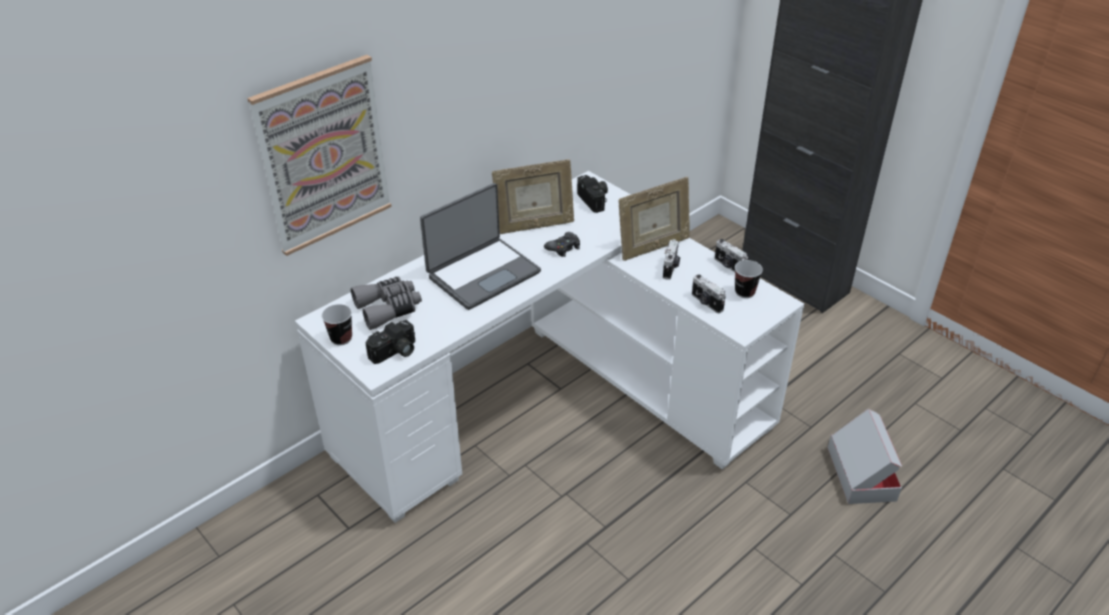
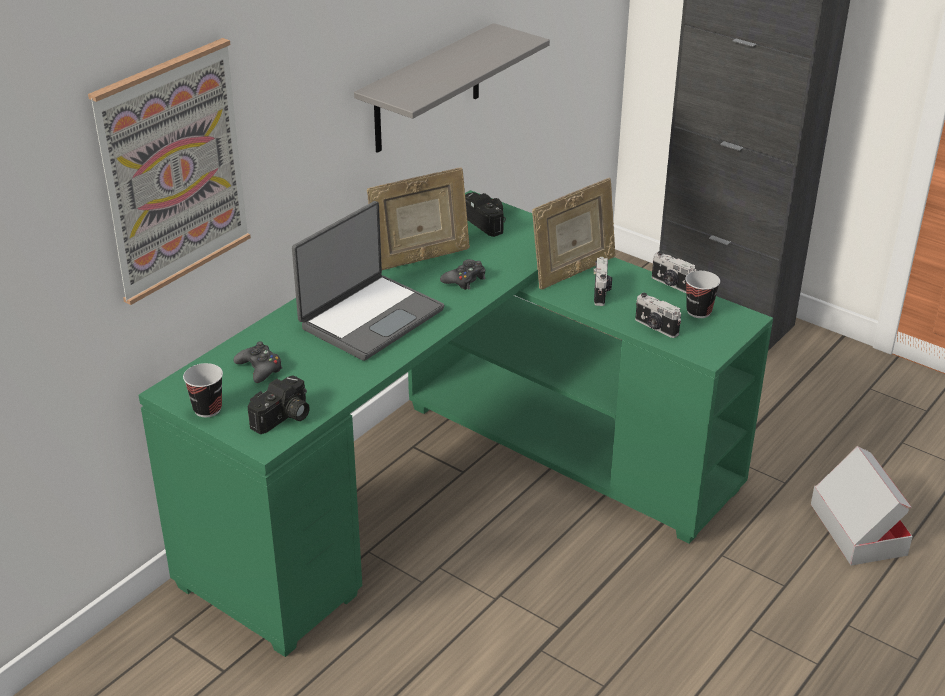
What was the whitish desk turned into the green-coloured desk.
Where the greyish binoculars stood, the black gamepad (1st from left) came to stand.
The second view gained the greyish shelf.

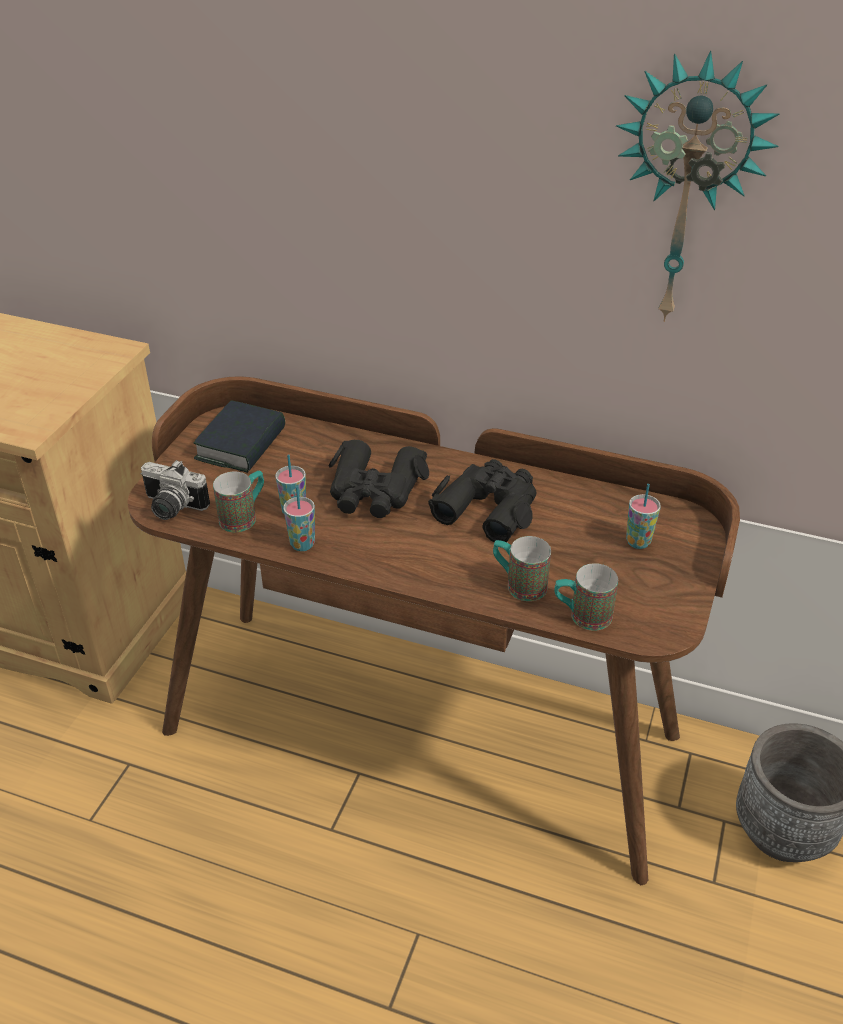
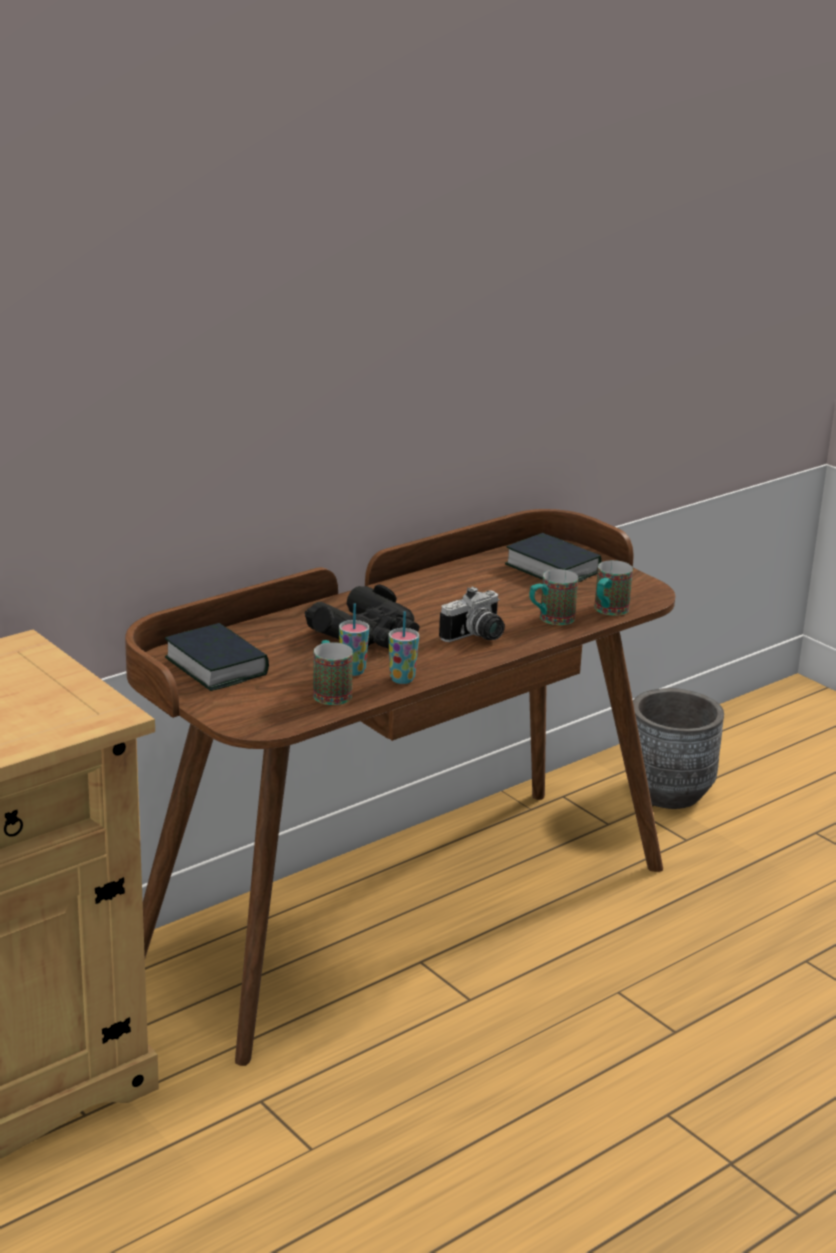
The second view lost the clock on the wall.
The second view lost the black binoculars (2nd from left).
The still camera ended up elsewhere.
Where the small cup (3rd from left) stood, the volume (2nd from left) came to stand.

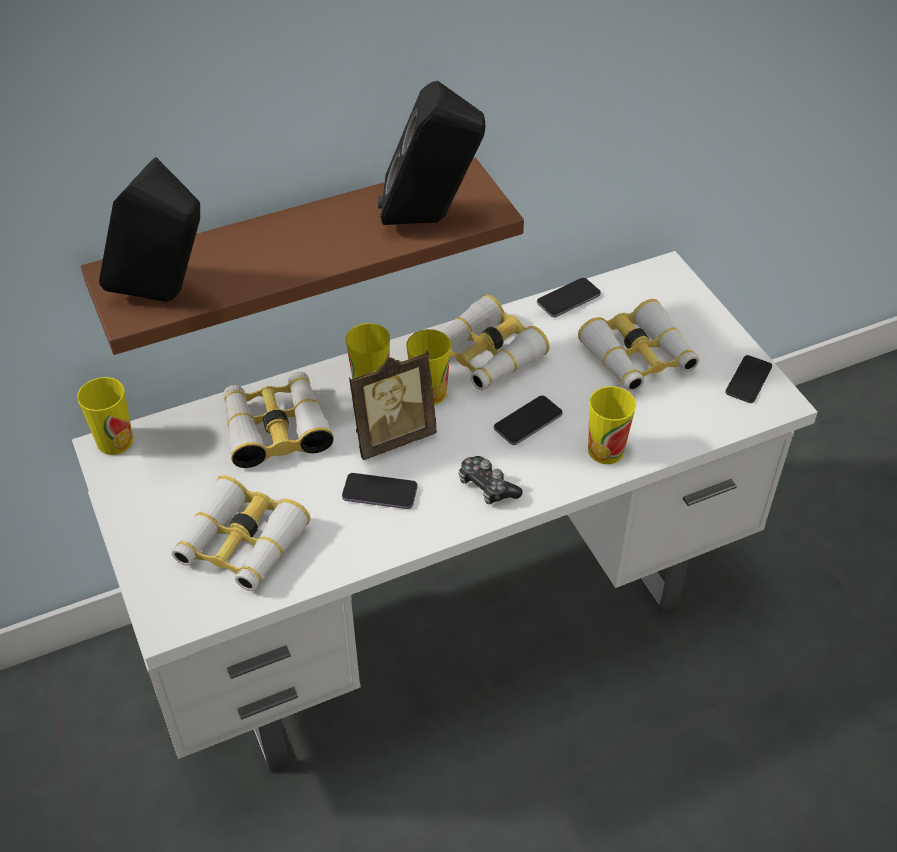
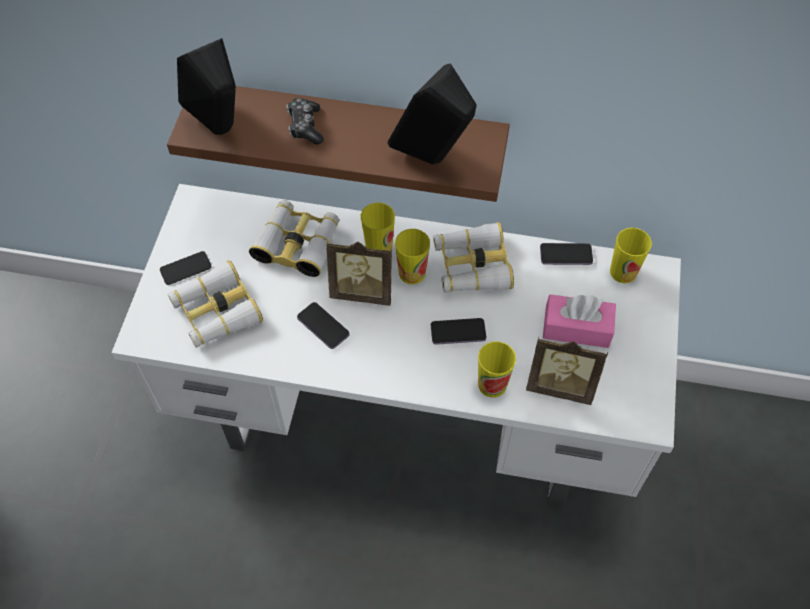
Where the binoculars (4th from left) stood, the pinkish tissue box came to stand.
The telephone (4th from left in the first image) ended up elsewhere.
The small cup (1st from left in the first image) ended up elsewhere.
The gamepad ended up elsewhere.
The second view gained the standing frame (2nd from left).

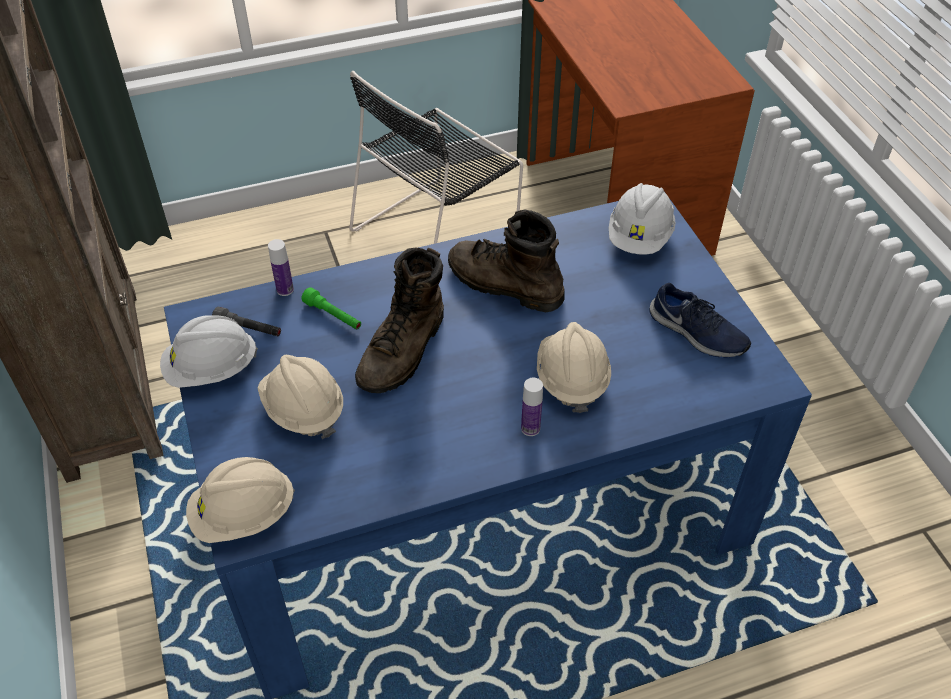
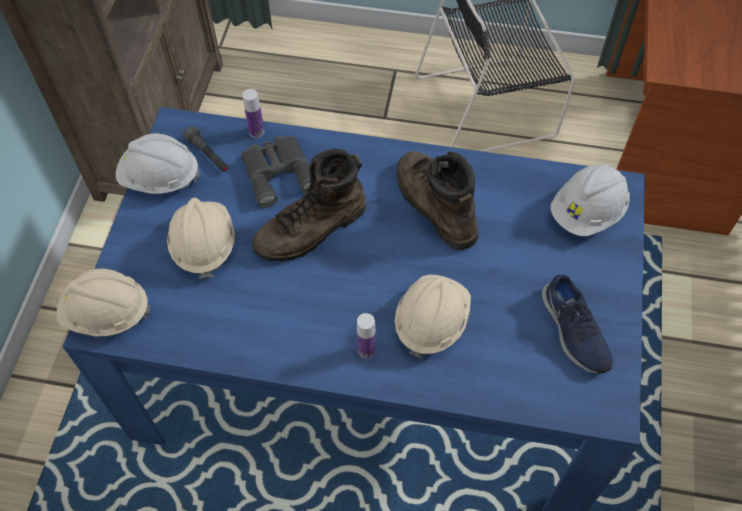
Where the green-coloured torch stood, the greyish binoculars came to stand.

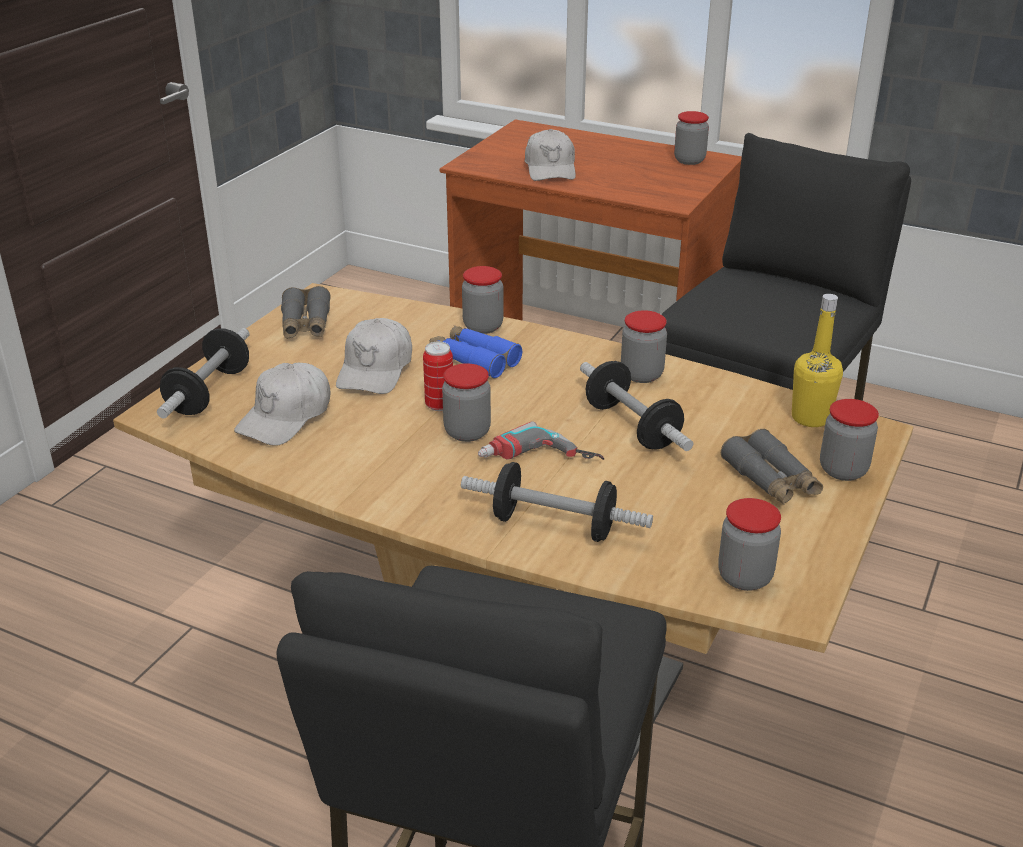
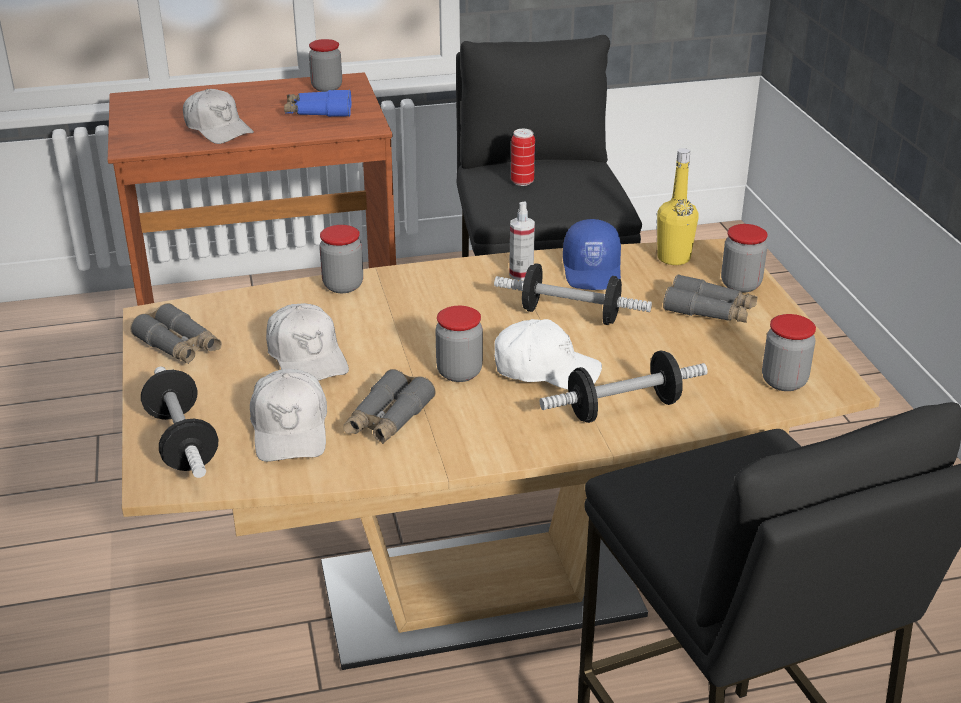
Where the preserve jar (3rd from left) stood, the hand sprayer came to stand.
The bluish binoculars ended up elsewhere.
The can ended up elsewhere.
Where the power drill stood, the whitish peaked cap (4th from left) came to stand.
The second view gained the bluish peaked cap.
The second view gained the greyish binoculars (2nd from left).

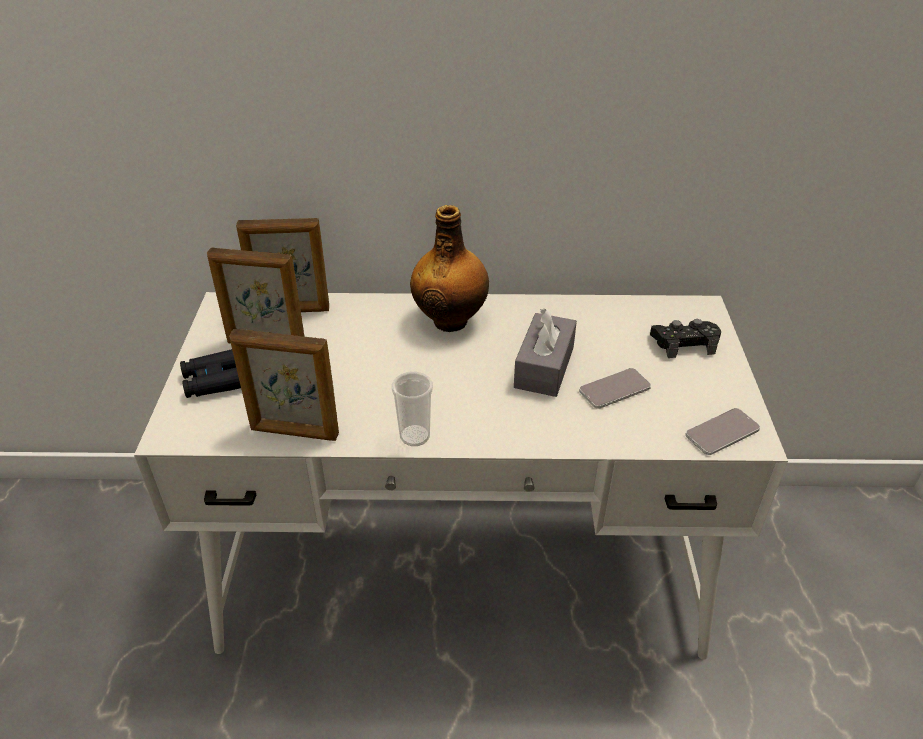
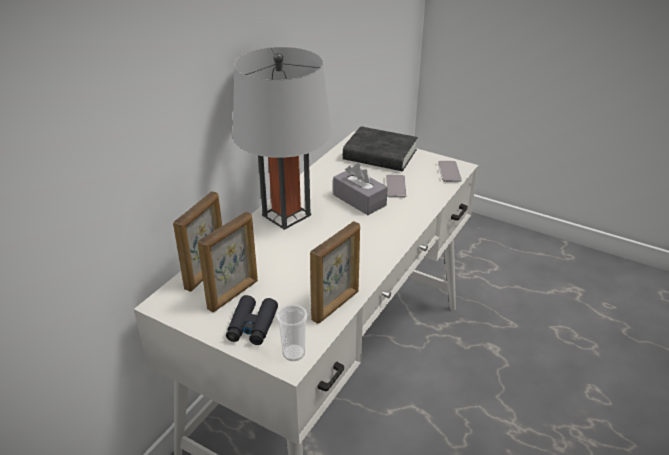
Where the beverage bottle stood, the greyish lamp for a table came to stand.
Where the black gamepad stood, the black volume came to stand.
The small cup ended up elsewhere.

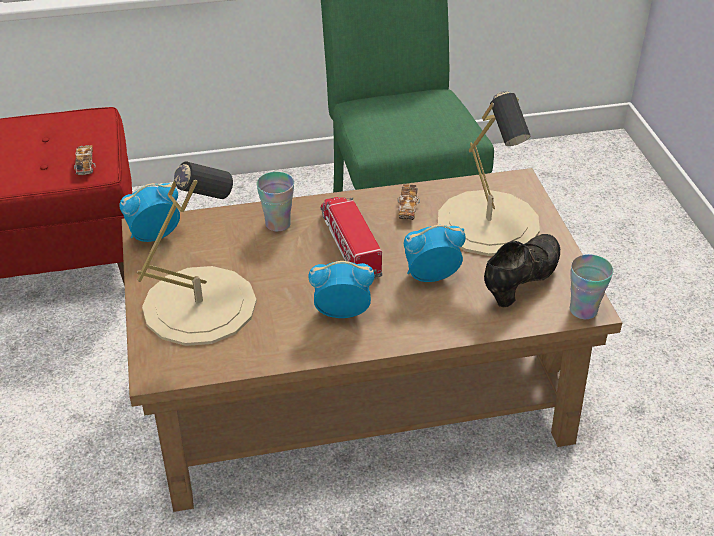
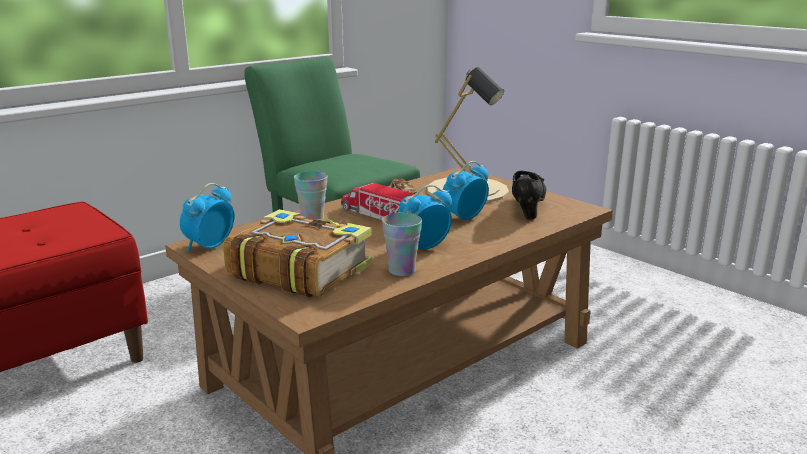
The second view lost the model car (1st from left).
Where the beige-coloured lamp for a table (1st from left) stood, the volume came to stand.
The small cup (2nd from left) ended up elsewhere.

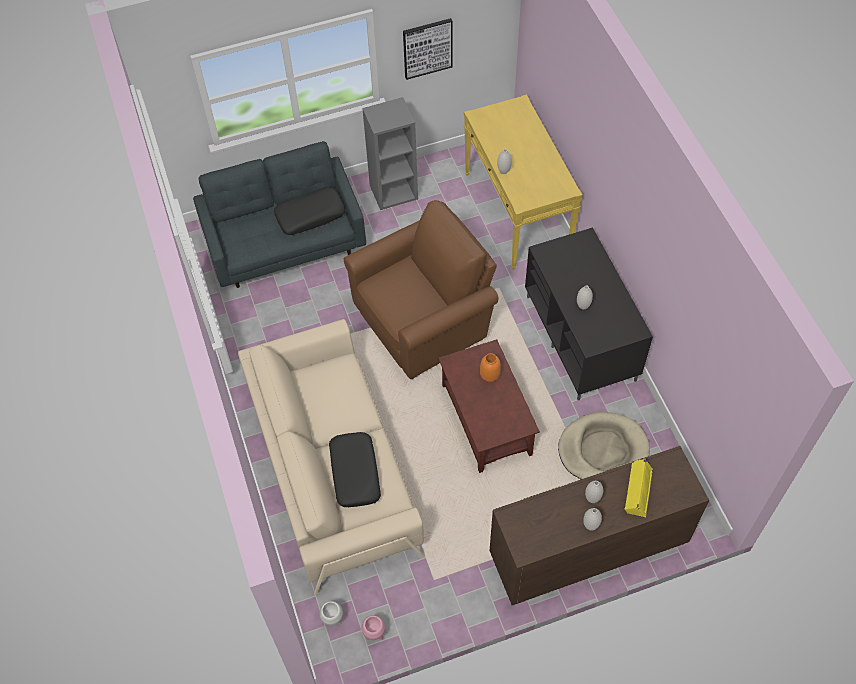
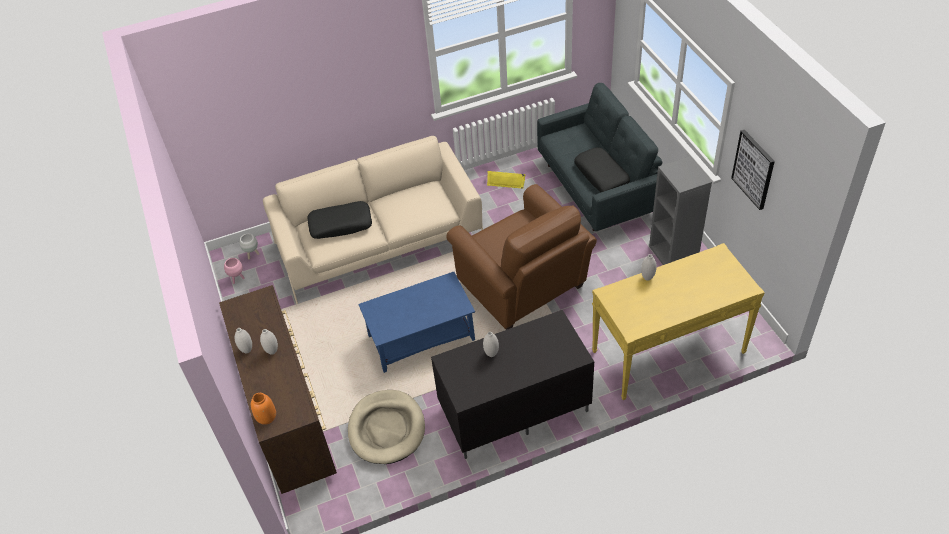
What was the brown-coloured low table turned into the bluish low table.
The orange decorative vase ended up elsewhere.
The yellowish loudspeaker ended up elsewhere.

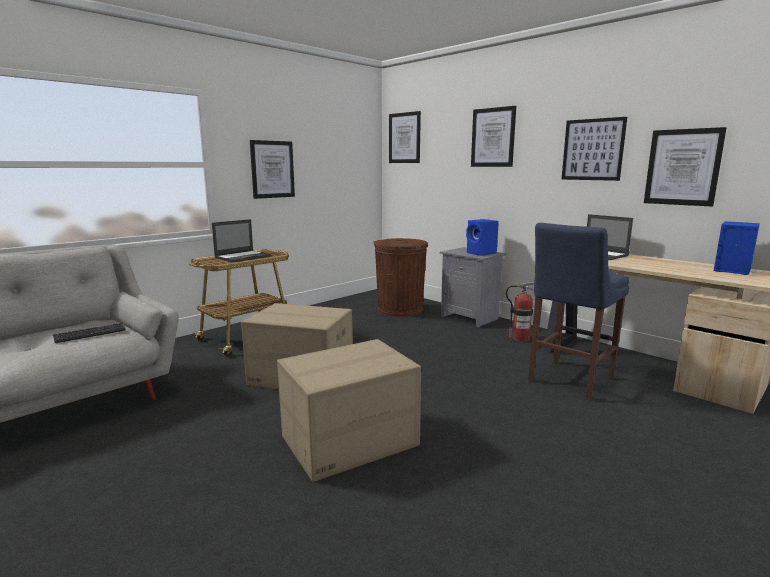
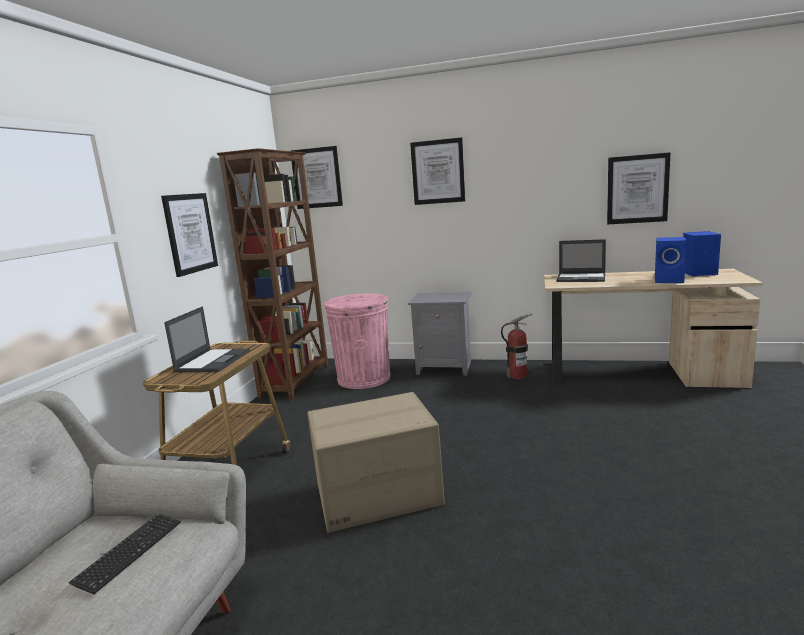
The second view lost the picture (4th from left).
The bluish loudspeaker (1st from left) ended up elsewhere.
The second view lost the bluish stool seat.
What was the brown-coloured rubbish bin turned into the pinkish rubbish bin.
The second view lost the carton (2nd from left).
The second view gained the brown-coloured bookcase.

